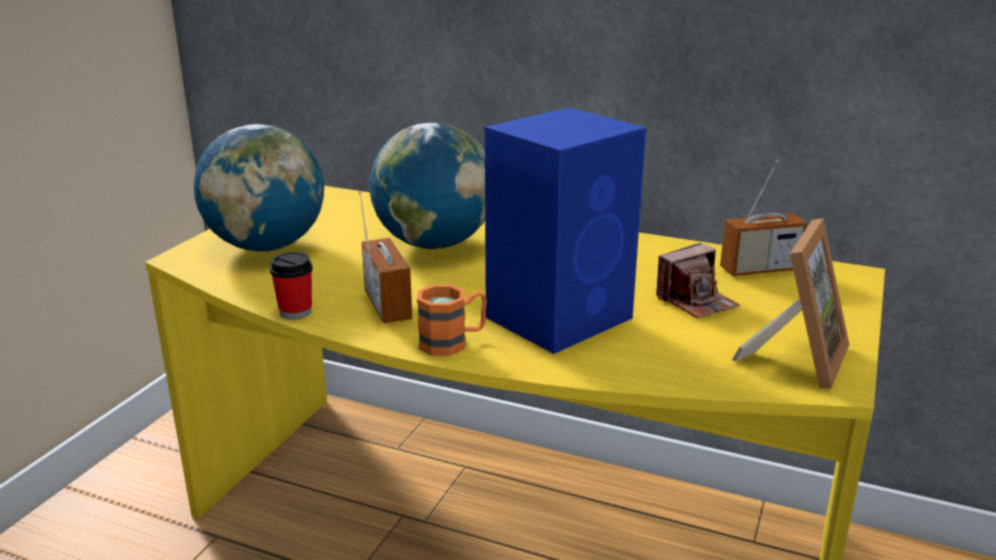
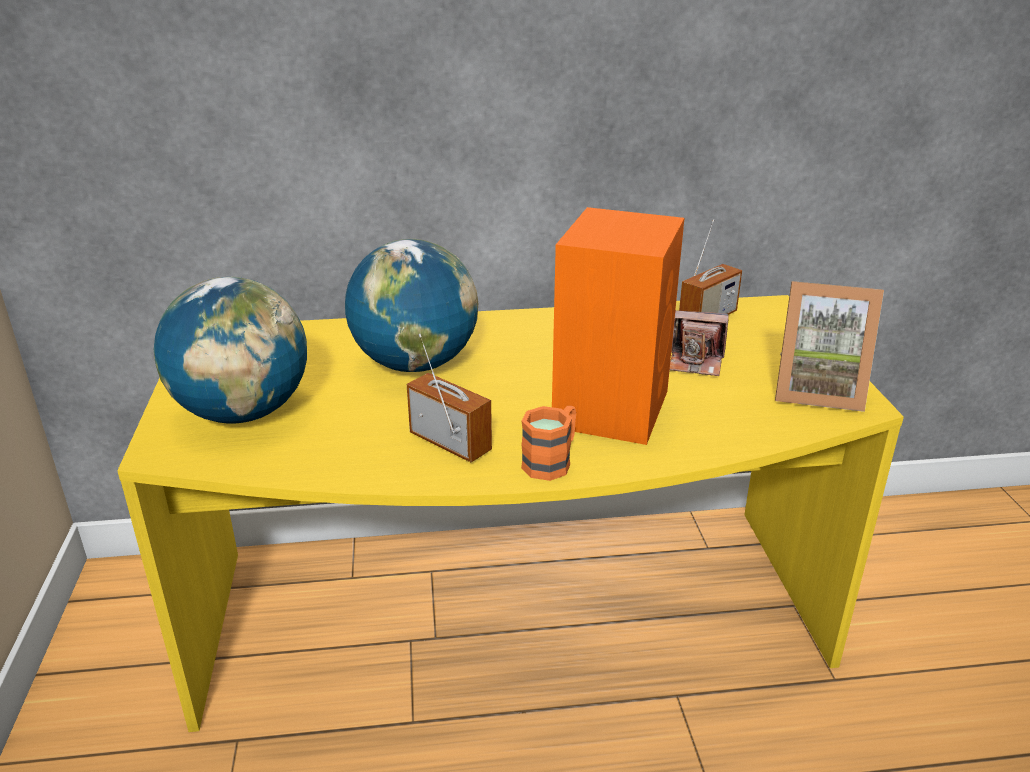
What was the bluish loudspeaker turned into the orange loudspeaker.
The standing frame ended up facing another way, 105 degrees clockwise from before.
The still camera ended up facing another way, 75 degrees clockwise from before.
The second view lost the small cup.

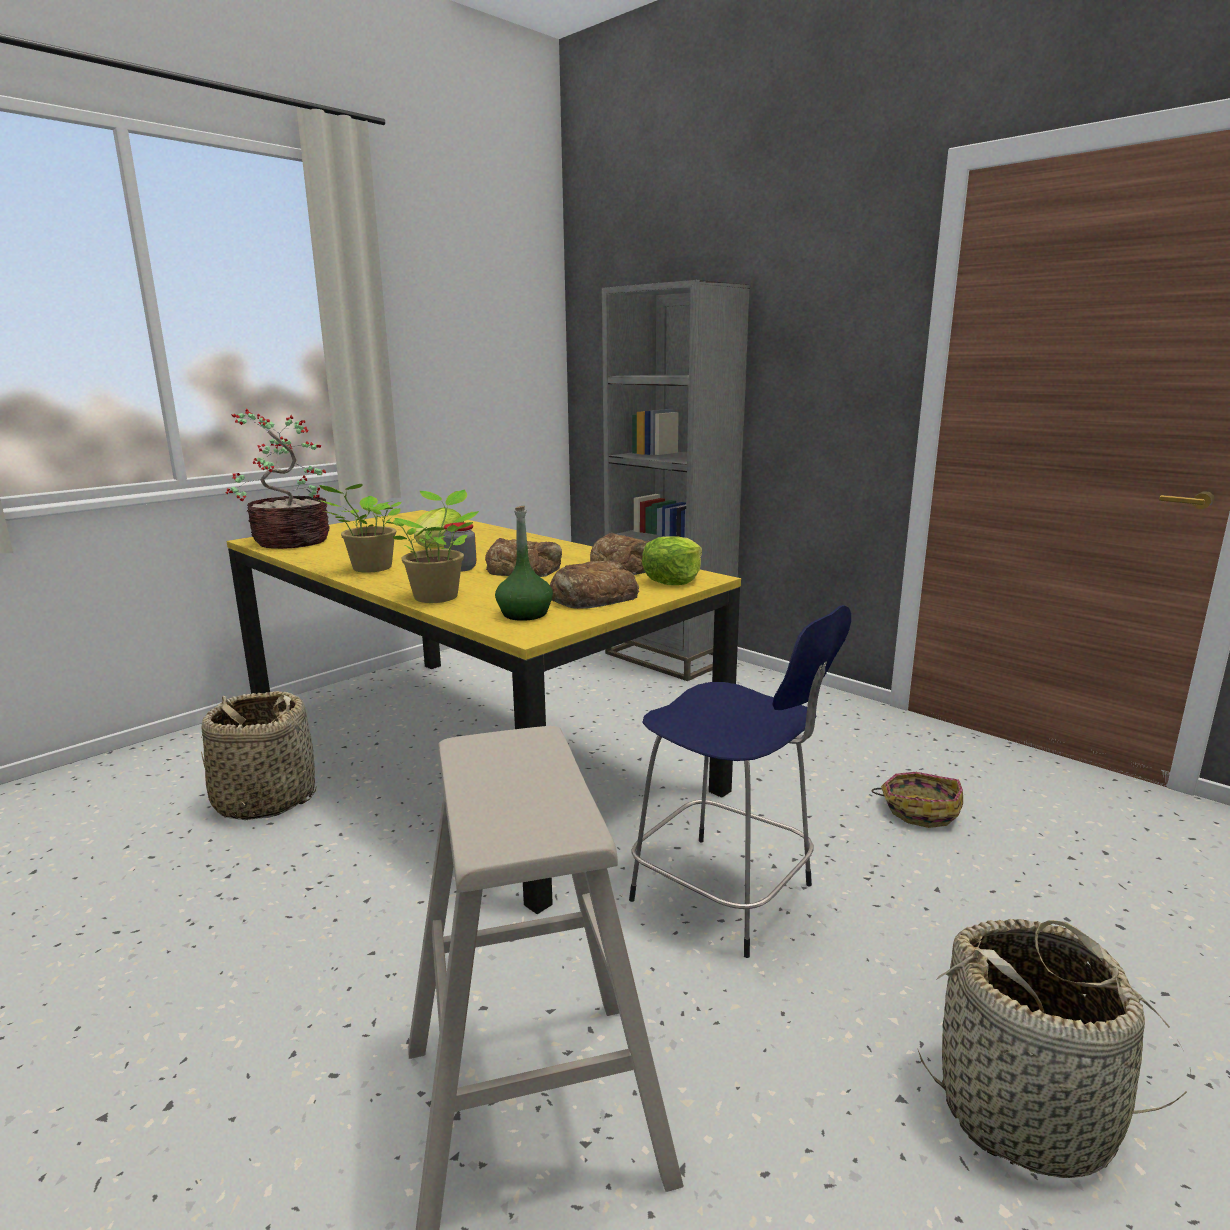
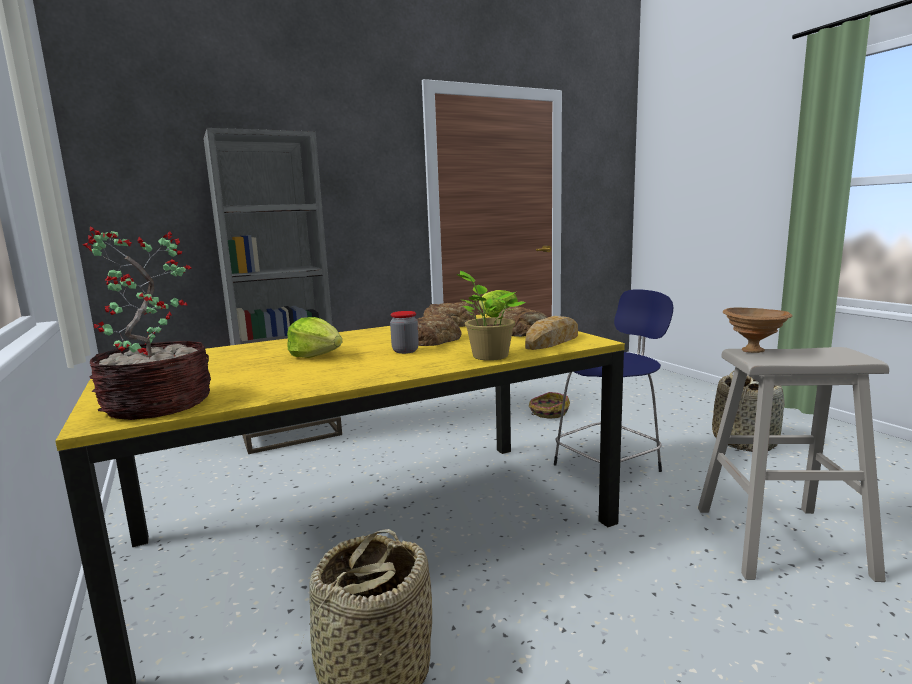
The second view lost the potted plant (2nd from left).
Where the green-coloured beverage bottle stood, the bread (4th from left) came to stand.
The second view gained the brown-coloured serving bowl.

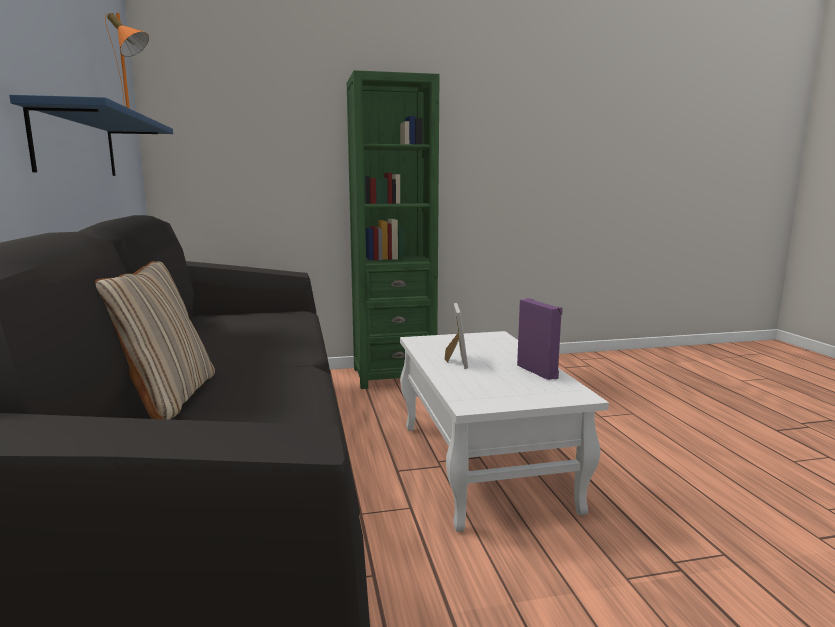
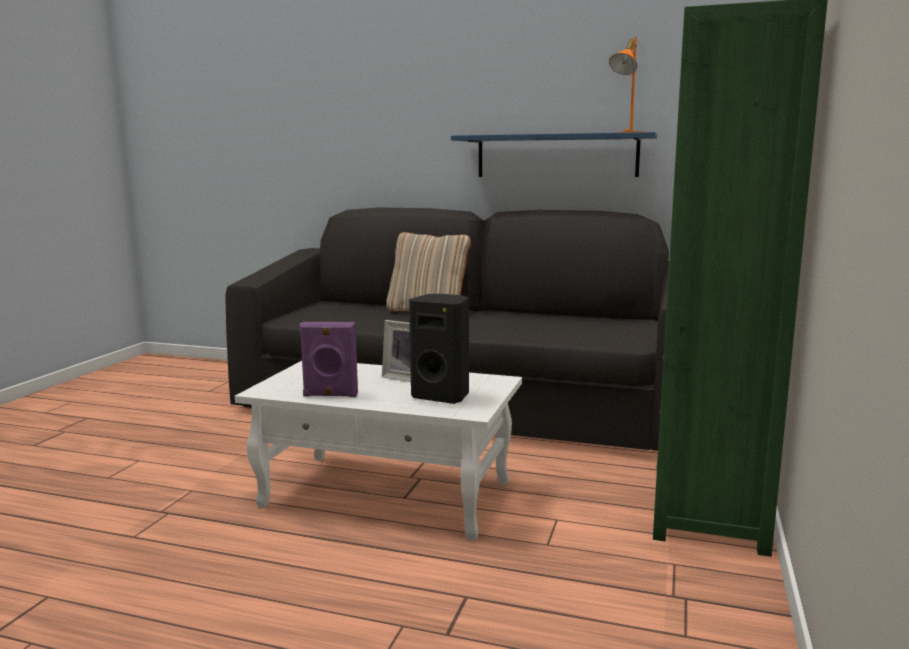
The second view gained the black loudspeaker.

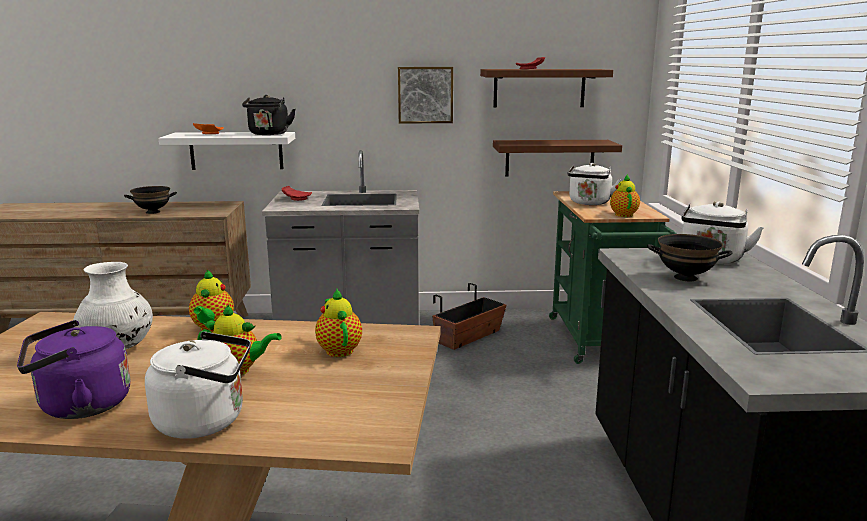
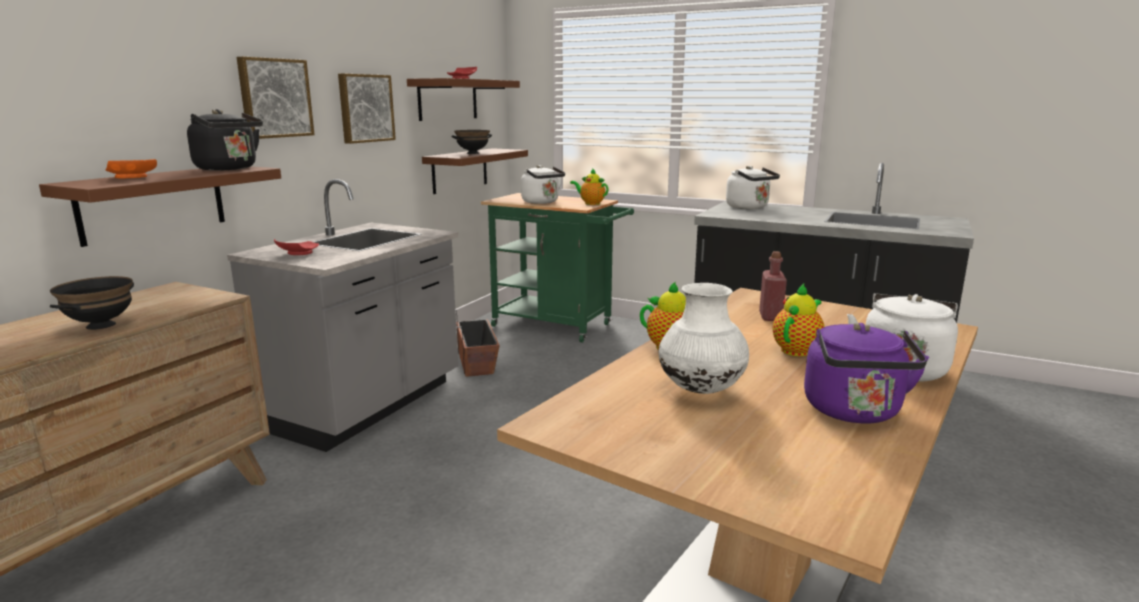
What was the whitish shelf turned into the brown-coloured shelf (1st from left).
The black serving bowl (2nd from left) ended up elsewhere.
Where the tea pot (3rd from left) stood, the red beverage bottle came to stand.
The second view gained the picture (1st from left).

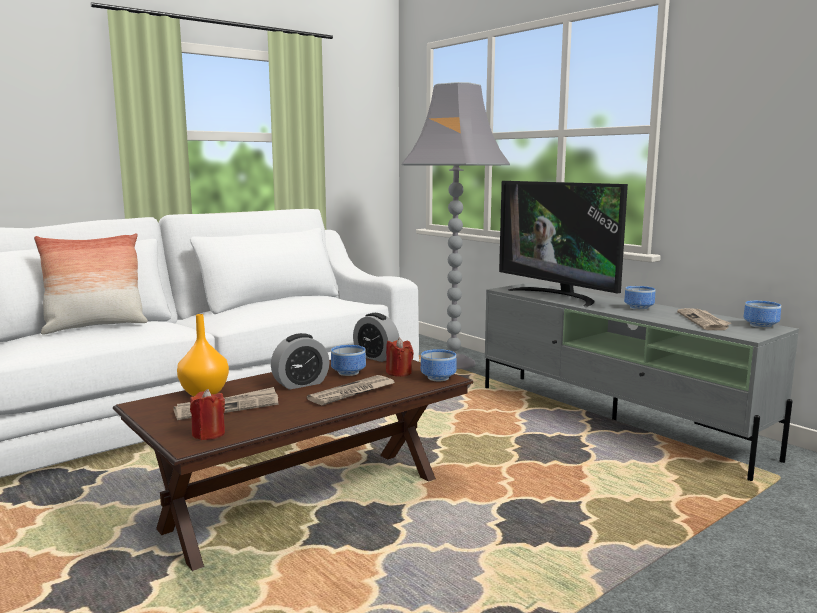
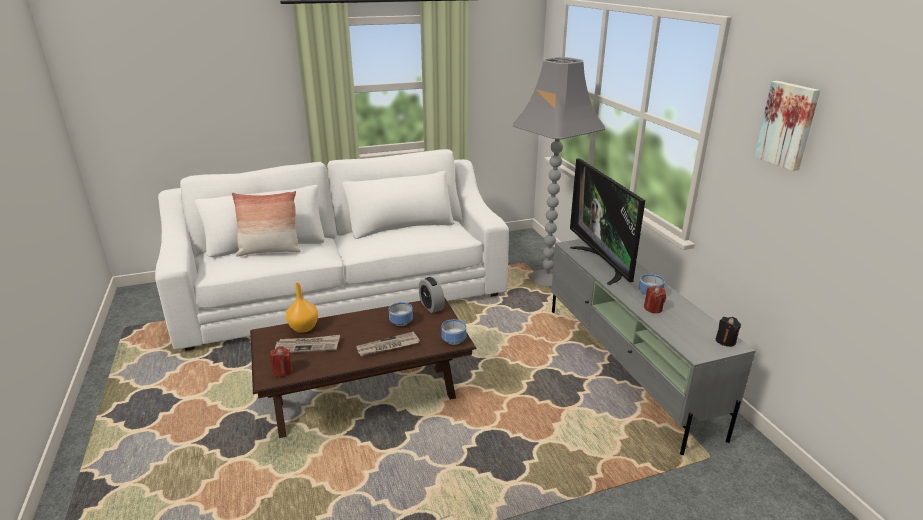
Where the serving bowl (4th from left) stood, the black wax candle came to stand.
The second view lost the newspaper (3rd from left).
The second view lost the alarm clock (1st from left).
The red wax candle (2nd from left) ended up elsewhere.
The second view gained the picture.

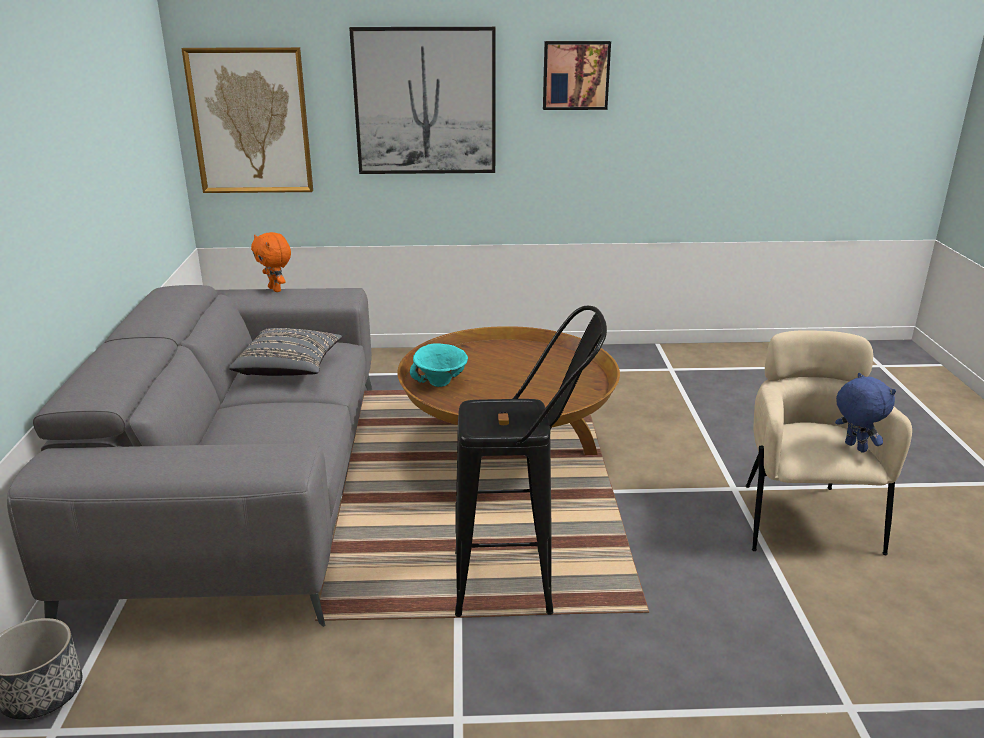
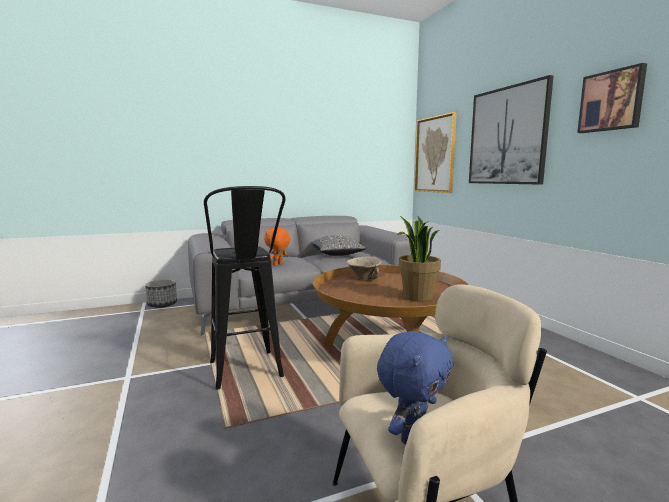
The orange plush toy ended up elsewhere.
What was the turquoise serving bowl turned into the beige-coloured serving bowl.
The second view gained the potted plant.

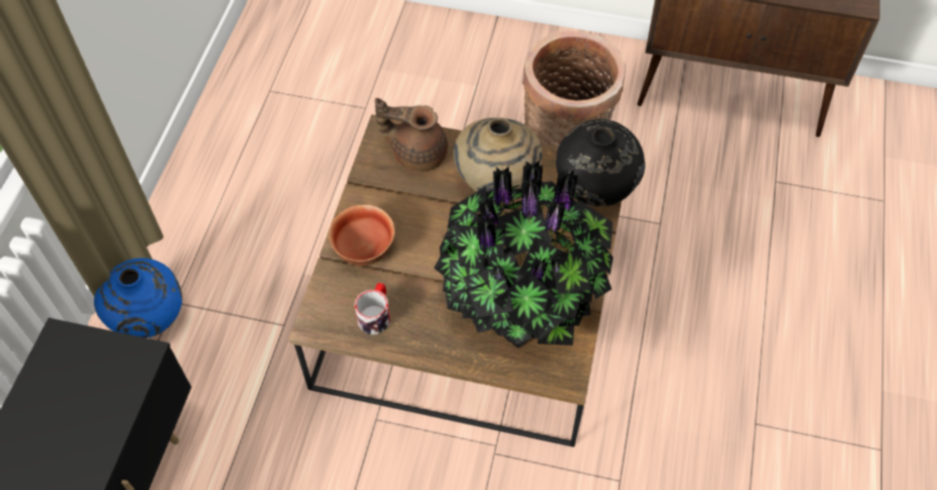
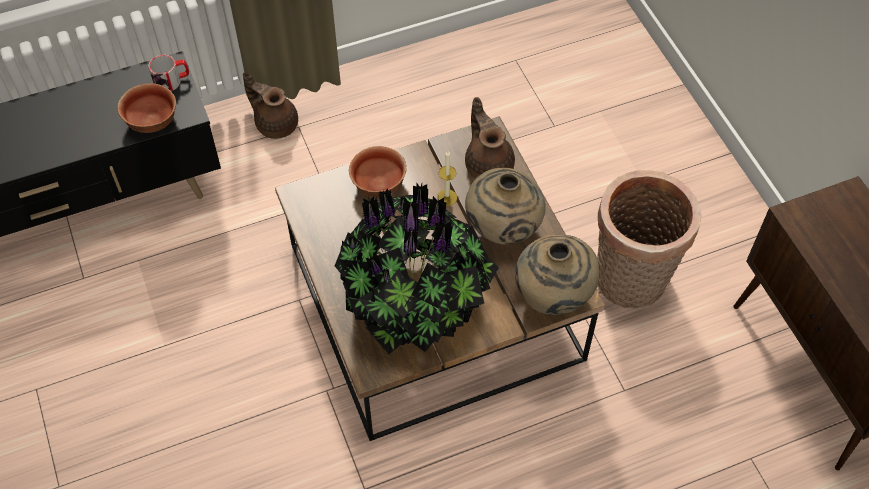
What was the black decorative vase turned into the beige-coloured decorative vase (2nd from left).
Where the bluish decorative vase stood, the brown-coloured tea pot (1st from left) came to stand.
The coffee mug ended up elsewhere.
The second view gained the serving bowl (1st from left).
The second view gained the wax candle.

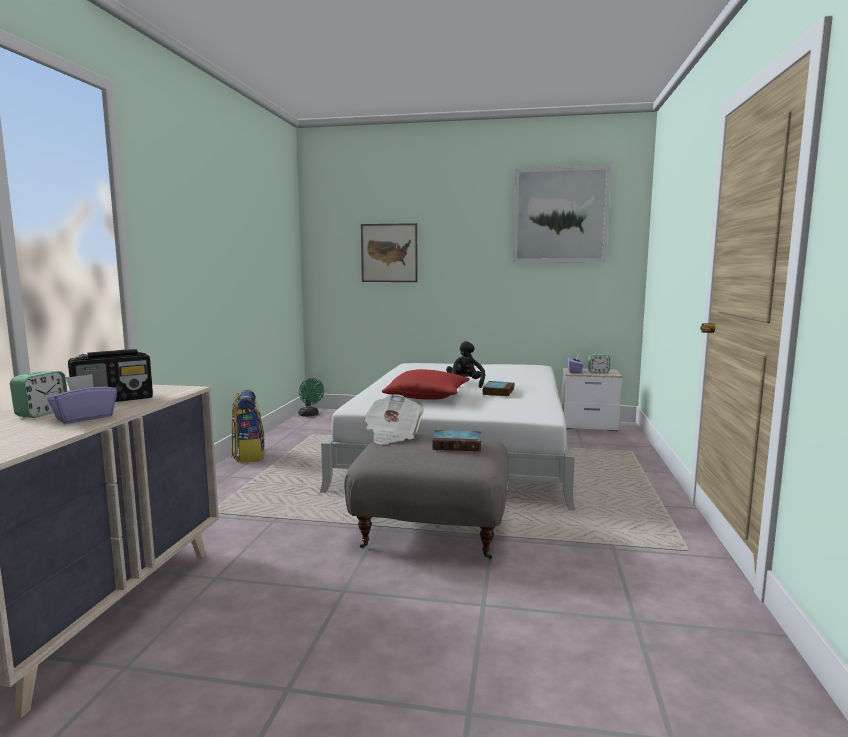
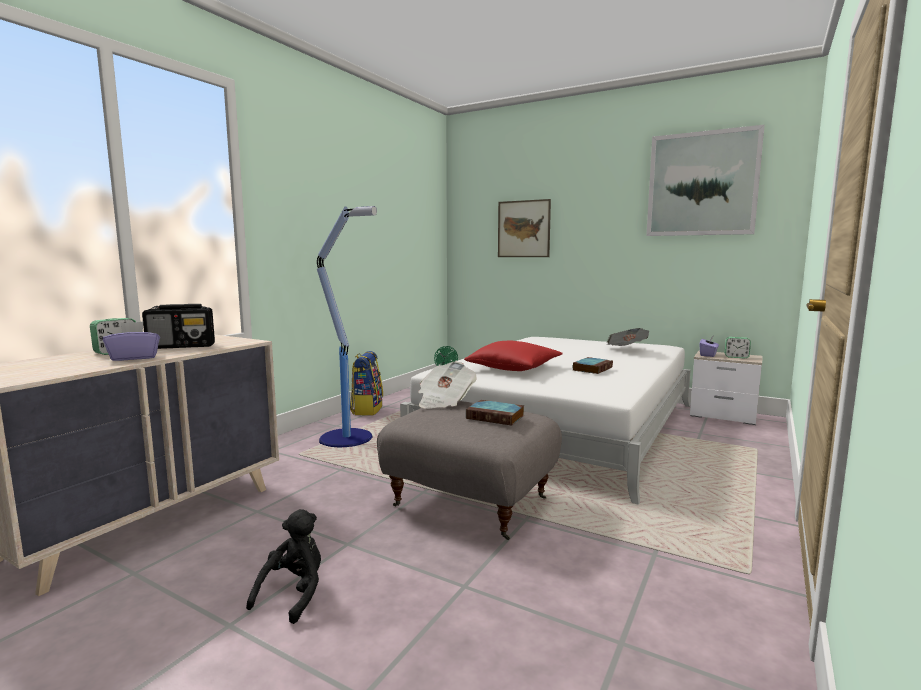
The black plush toy ended up elsewhere.
The second view gained the standing lamp.
The second view gained the newspaper (2nd from left).

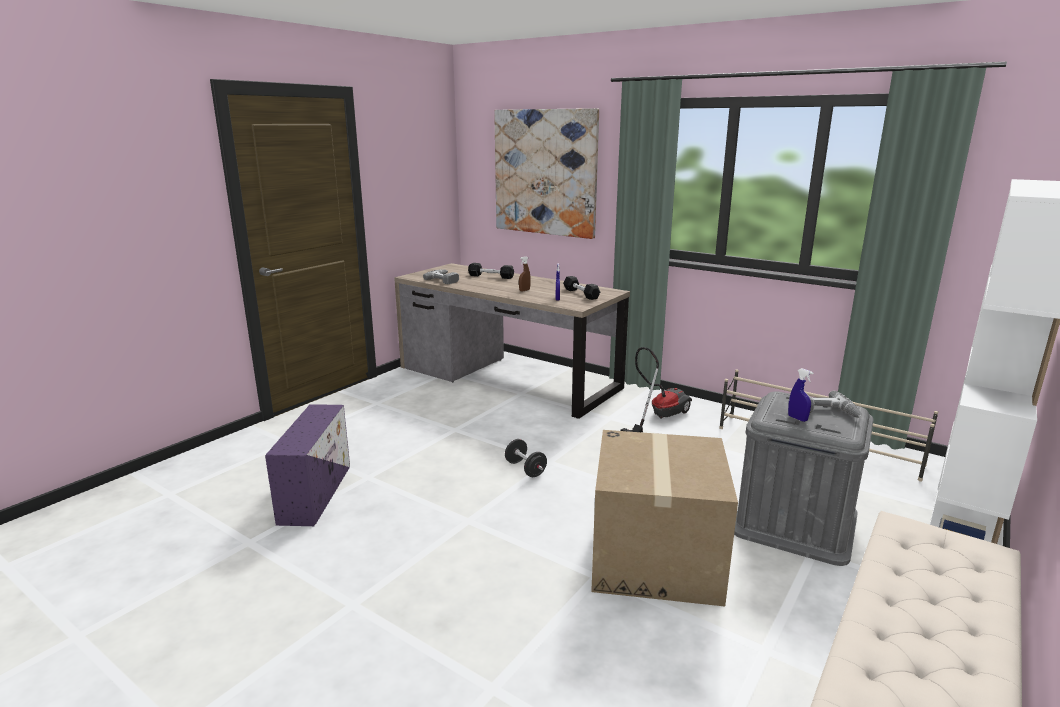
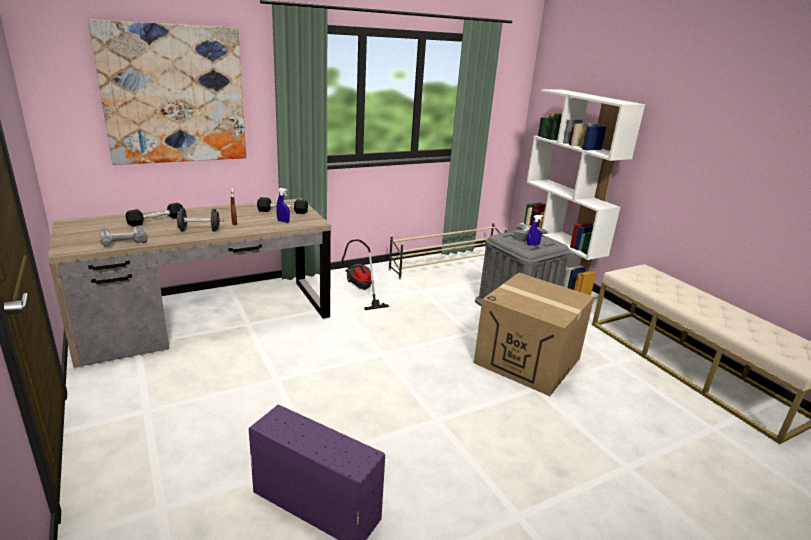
The black free weight (2nd from left) ended up elsewhere.

